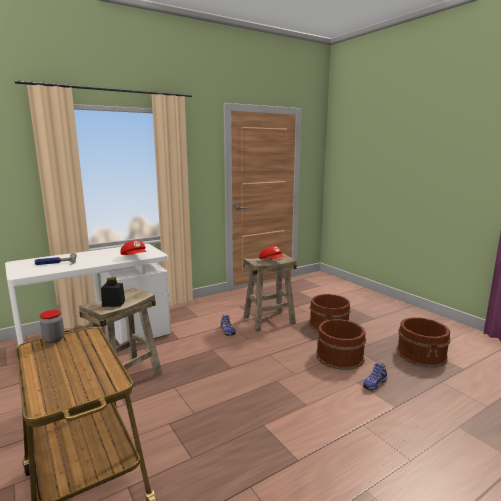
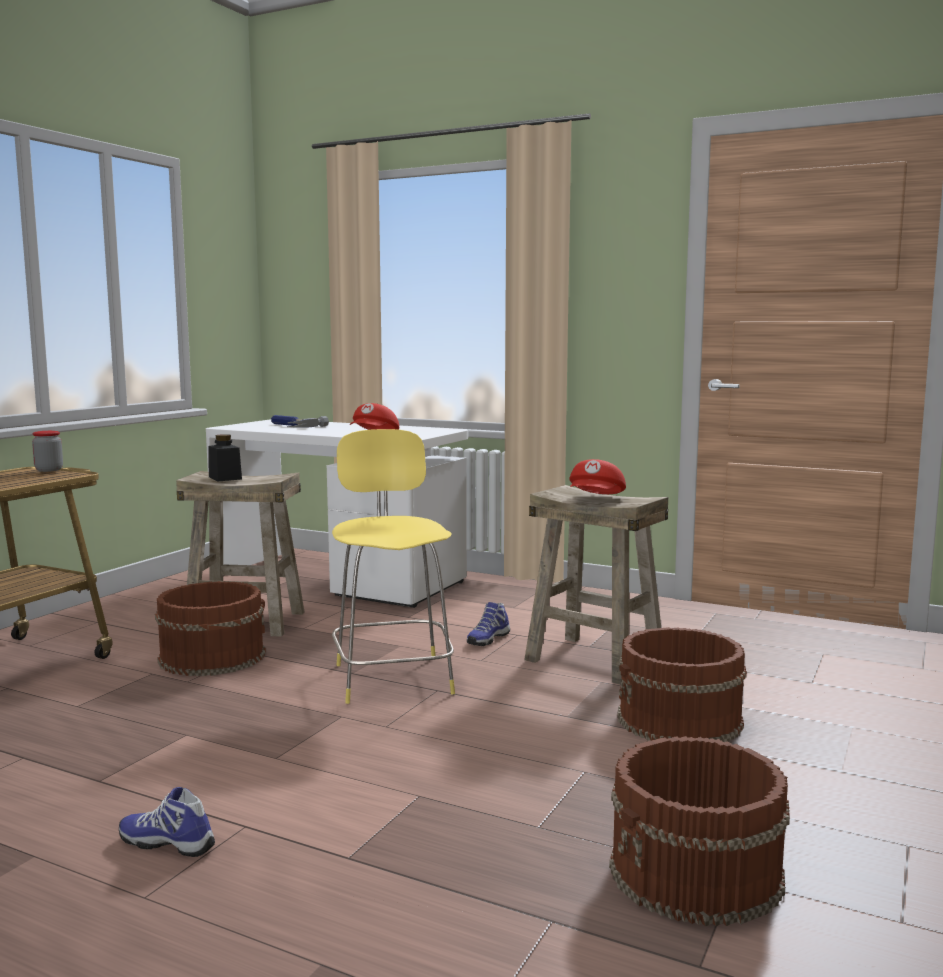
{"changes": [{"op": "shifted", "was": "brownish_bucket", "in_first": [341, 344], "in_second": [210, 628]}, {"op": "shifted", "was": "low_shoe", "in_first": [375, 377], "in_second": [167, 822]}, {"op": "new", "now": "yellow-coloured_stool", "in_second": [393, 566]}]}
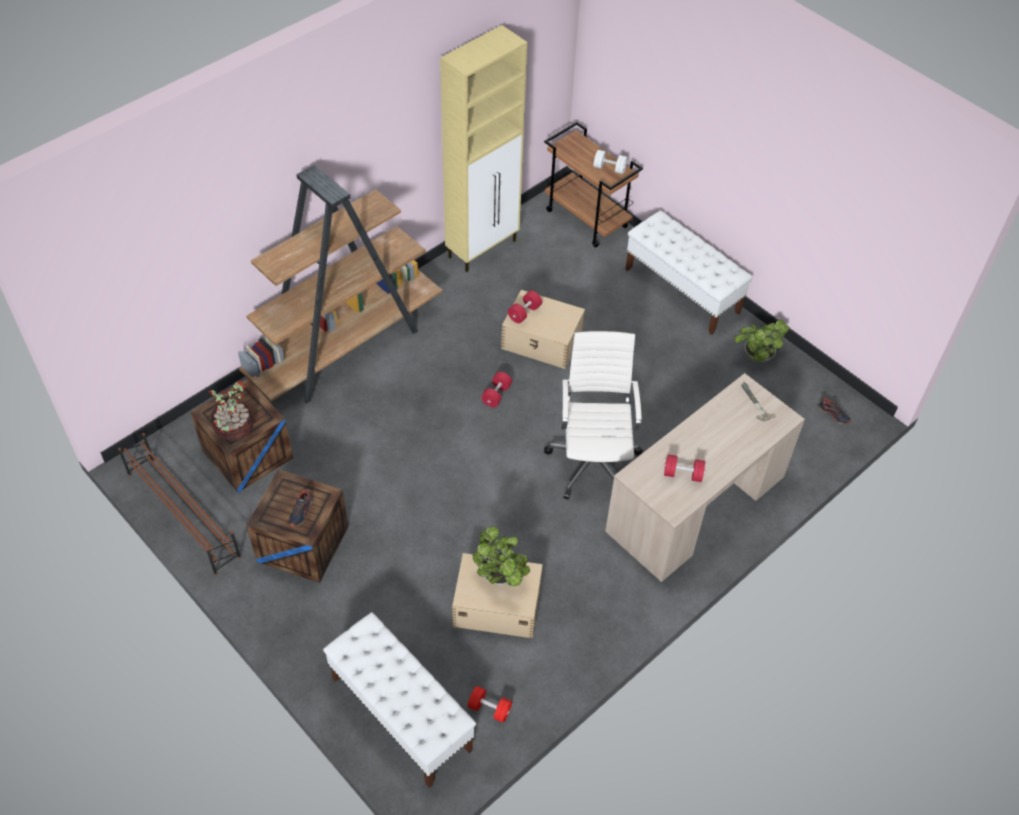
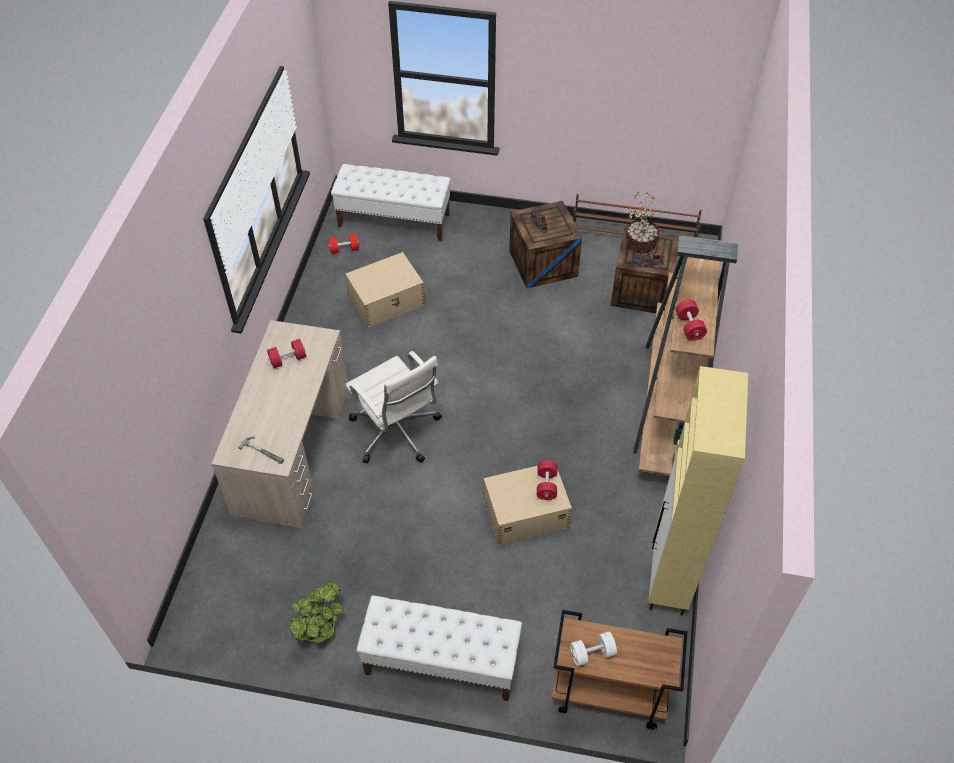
{"changes": [{"op": "shifted", "was": "red_free_weight", "in_first": [496, 389], "in_second": [691, 320]}, {"op": "shifted", "was": "low_shoe", "in_first": [834, 411], "in_second": [647, 260]}, {"op": "gone", "was": "potted_plant", "in_first": [501, 556]}]}
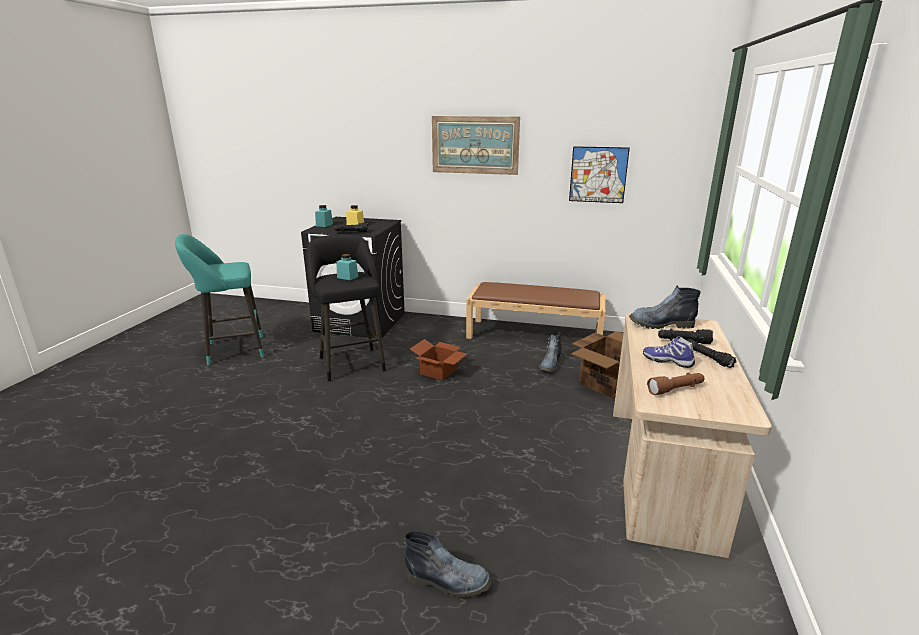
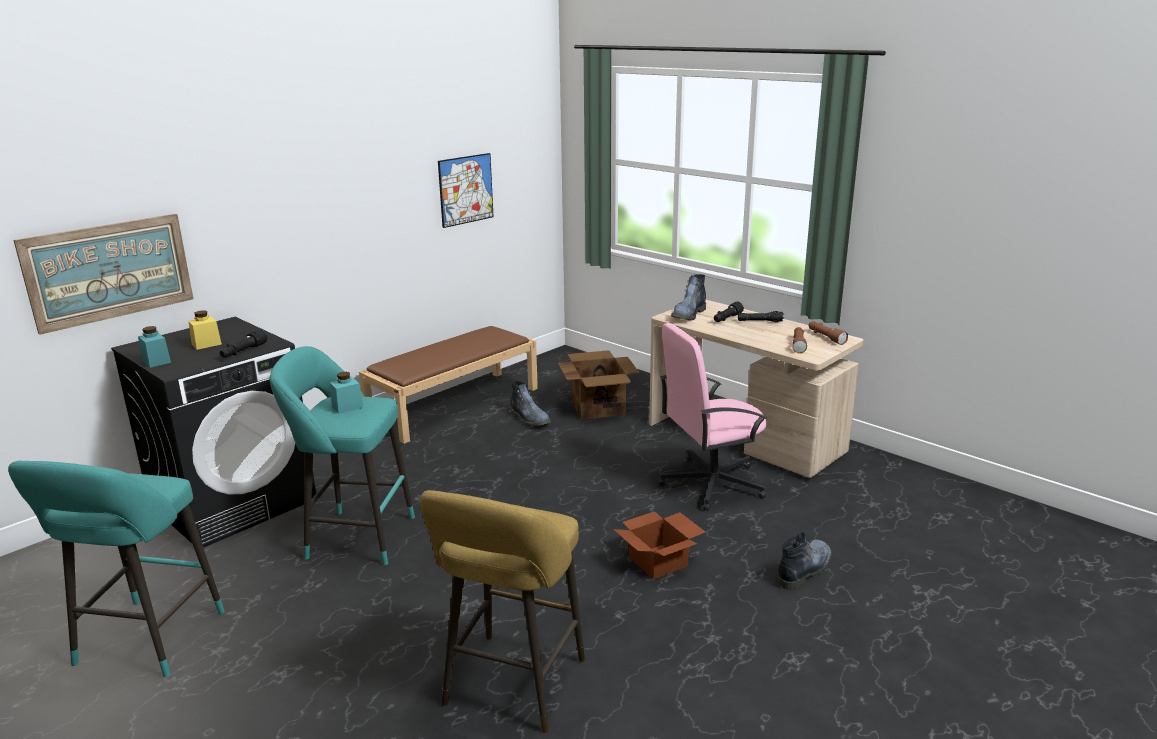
{"changes": [{"op": "shifted", "was": "picture", "in_first": [476, 145], "in_second": [103, 274]}, {"op": "repainted", "was": "black-coloured_stool", "now": "turquoise-coloured_stool", "in_first": [346, 307], "in_second": [342, 455]}, {"op": "gone", "was": "low_shoe", "in_first": [669, 352]}, {"op": "shifted", "was": "cardboard_box", "in_first": [438, 360], "in_second": [659, 545]}, {"op": "new", "now": "brownish_flashlight", "in_second": [828, 333]}, {"op": "new", "now": "pink_computer_chair", "in_second": [713, 417]}, {"op": "new", "now": "yellow-coloured_stool", "in_second": [502, 611]}]}
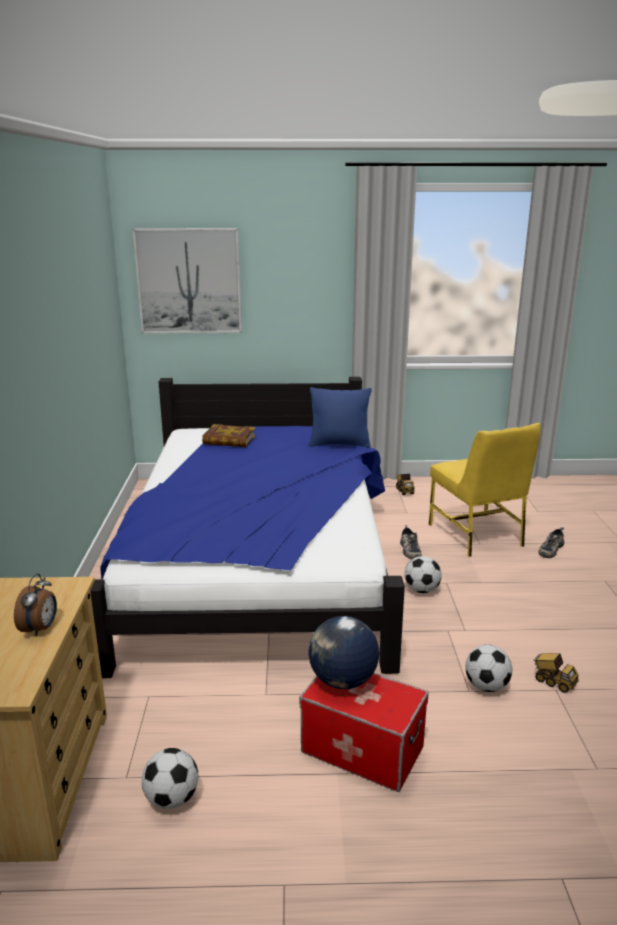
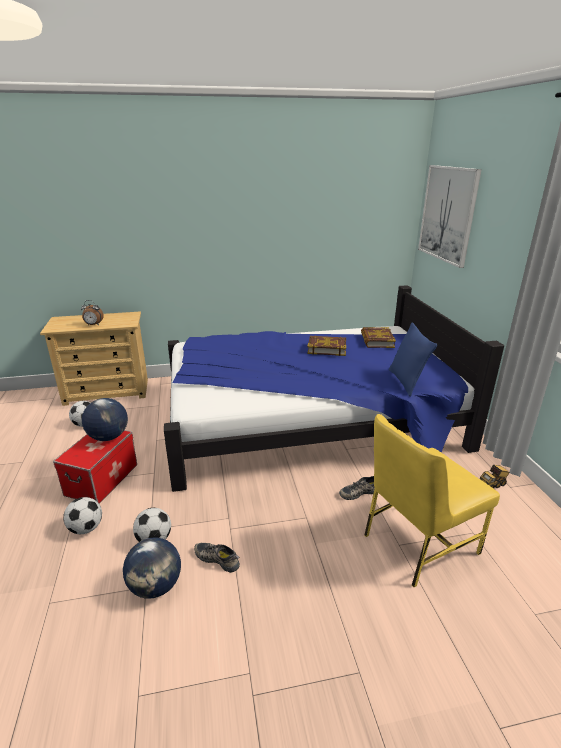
{"changes": [{"op": "shifted", "was": "low_shoe", "in_first": [551, 542], "in_second": [217, 558]}, {"op": "shifted", "was": "football_ball", "in_first": [423, 574], "in_second": [82, 515]}, {"op": "swapped", "was": "model_truck", "now": "globe", "in_first": [556, 673], "in_second": [152, 568]}, {"op": "new", "now": "volume", "in_second": [326, 346]}]}
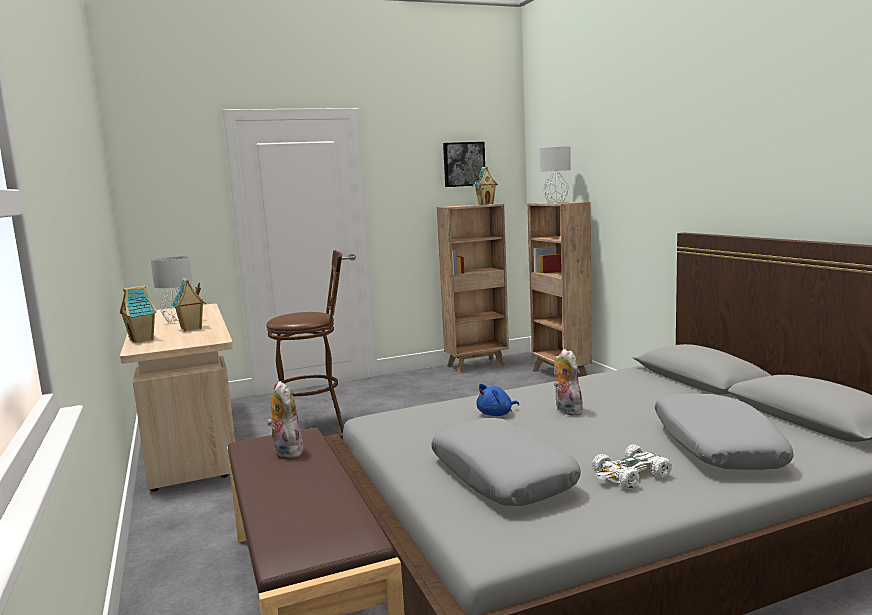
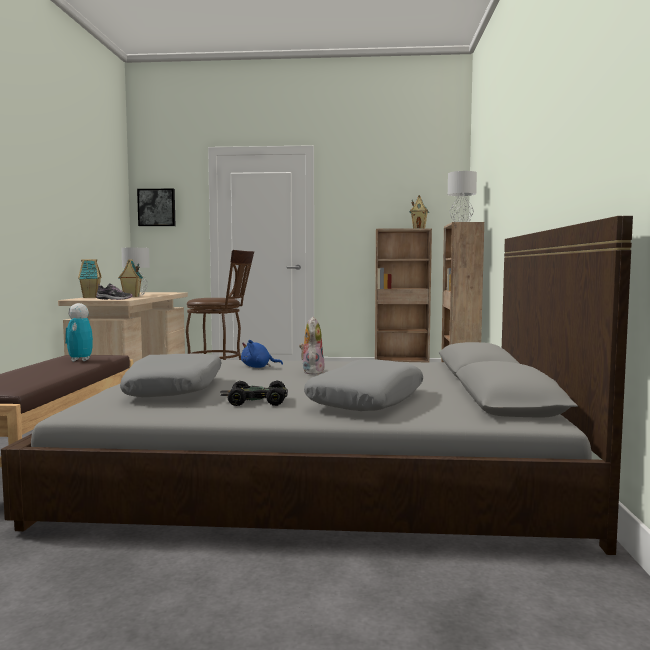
{"changes": [{"op": "shifted", "was": "picture", "in_first": [464, 164], "in_second": [156, 207]}, {"op": "swapped", "was": "soft_toy", "now": "toy_robot", "in_first": [285, 419], "in_second": [79, 332]}, {"op": "repainted", "was": "white-coloured_toy_car", "now": "black-coloured_toy_car", "in_first": [632, 466], "in_second": [254, 393]}, {"op": "new", "now": "low_shoe", "in_second": [114, 291]}]}
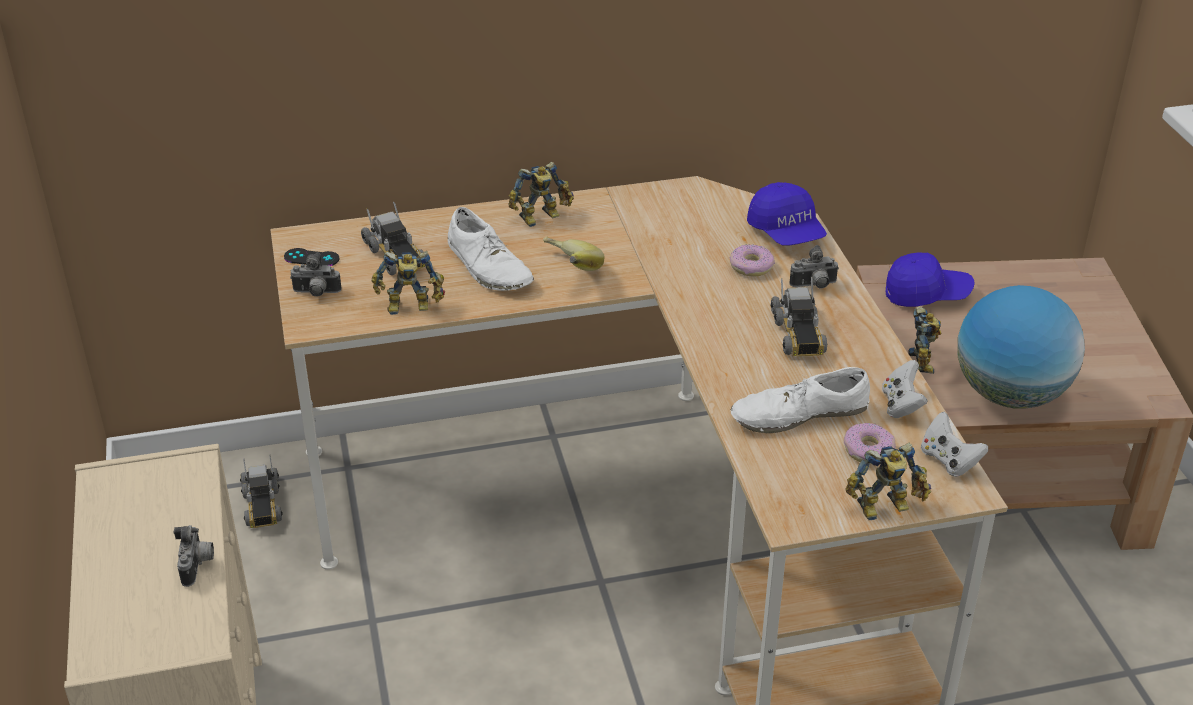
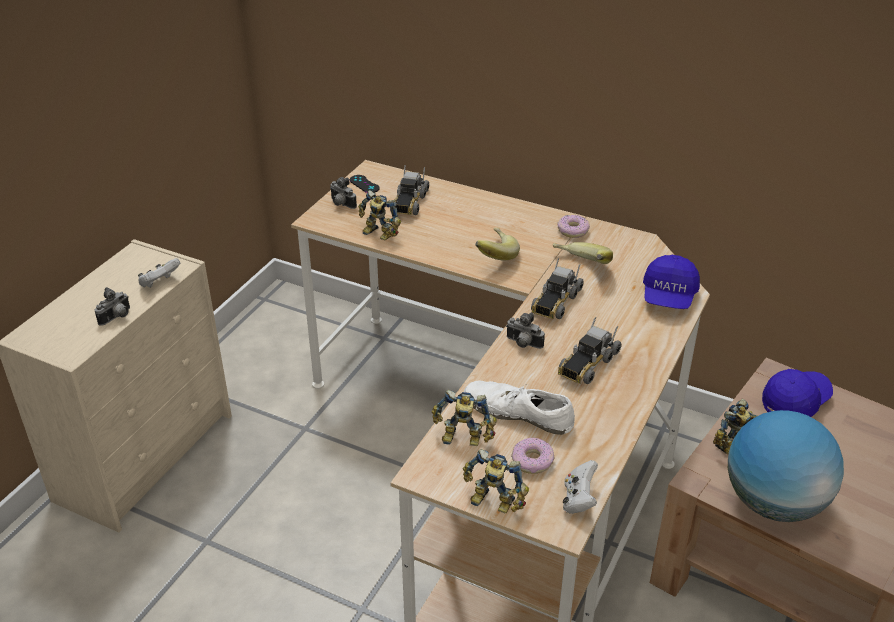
{"changes": [{"op": "shifted", "was": "toy_robot", "in_first": [541, 194], "in_second": [464, 418]}, {"op": "gone", "was": "white-coloured_low_shoe", "in_first": [491, 249]}, {"op": "shifted", "was": "ring_doughnut", "in_first": [752, 260], "in_second": [573, 226]}, {"op": "shifted", "was": "photo_camera", "in_first": [814, 267], "in_second": [525, 331]}, {"op": "rotated", "was": "bluish_peaked_cap", "in_first": [930, 280], "in_second": [797, 393], "clockwise": -75}, {"op": "shifted", "was": "white-coloured_game_controller", "in_first": [905, 389], "in_second": [159, 273]}, {"op": "shifted", "was": "model_truck", "in_first": [261, 491], "in_second": [557, 288]}, {"op": "new", "now": "whole_banana", "in_second": [582, 253]}]}
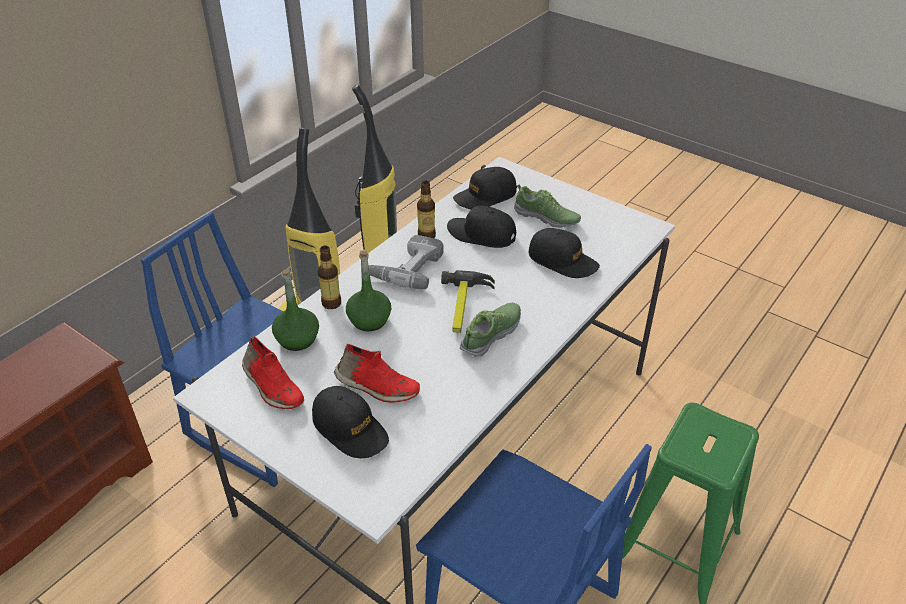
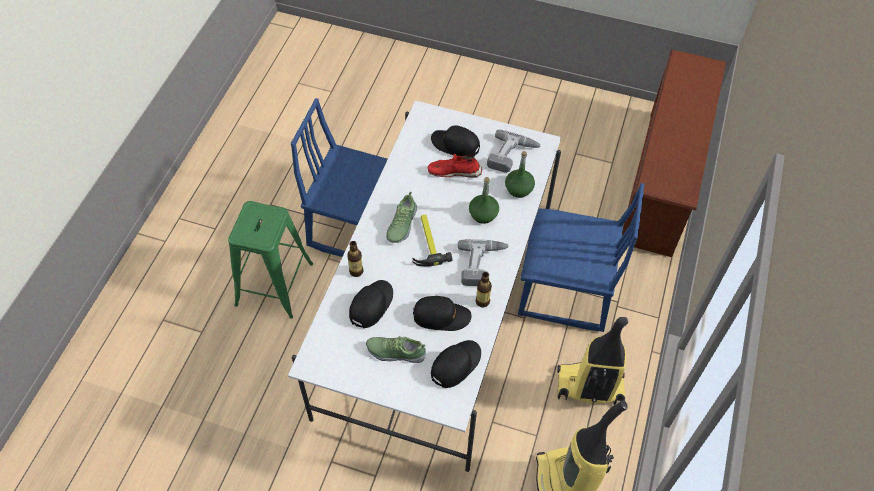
{"changes": [{"op": "rotated", "was": "black-coloured_peaked_cap", "in_first": [564, 253], "in_second": [371, 304], "clockwise": 105}, {"op": "shifted", "was": "drink_bottle", "in_first": [329, 277], "in_second": [355, 259]}, {"op": "swapped", "was": "red_low_shoe", "now": "electric_drill", "in_first": [273, 372], "in_second": [514, 151]}]}
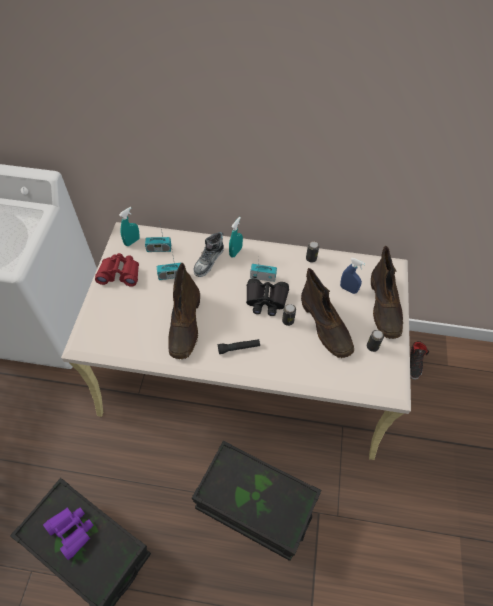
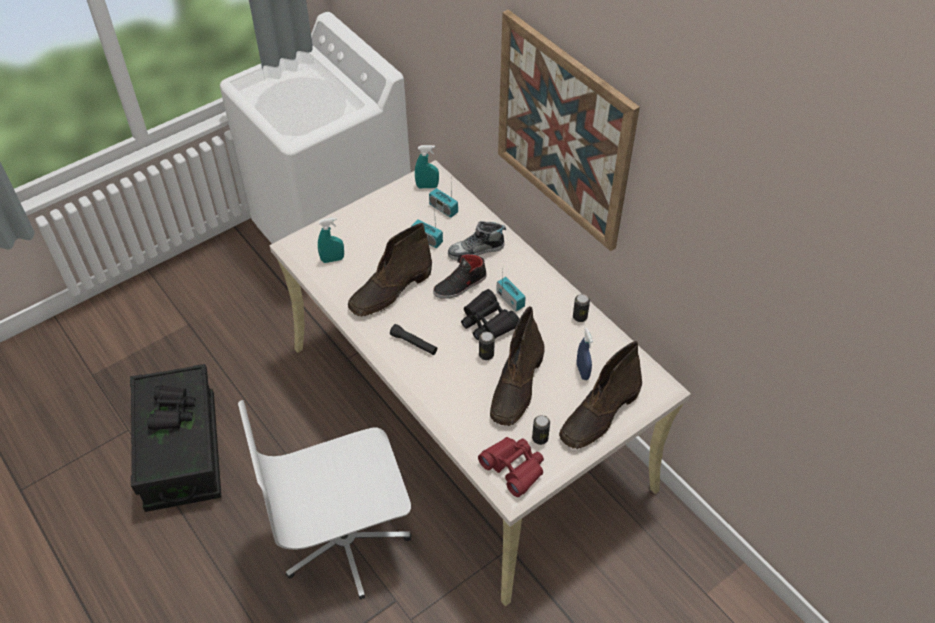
{"changes": [{"op": "shifted", "was": "turquoise-coloured_hand_sprayer", "in_first": [236, 237], "in_second": [331, 240]}, {"op": "shifted", "was": "red_pair_of_binoculars", "in_first": [117, 270], "in_second": [511, 467]}, {"op": "shifted", "was": "black-coloured_low_shoe", "in_first": [419, 360], "in_second": [459, 276]}, {"op": "swapped", "was": "black-coloured_storage_box", "now": "white-coloured_computer_chair", "in_first": [257, 500], "in_second": [324, 500]}, {"op": "repainted", "was": "purple-coloured_pair_of_binoculars", "now": "black-coloured_pair_of_binoculars", "in_first": [68, 534], "in_second": [172, 407]}, {"op": "new", "now": "picture", "in_second": [569, 130]}]}
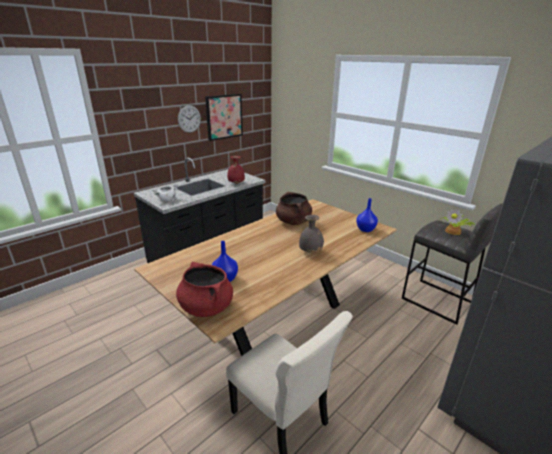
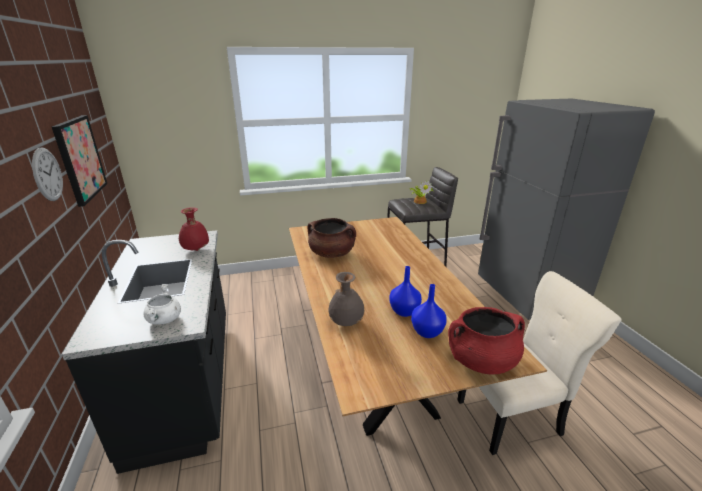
{"changes": [{"op": "shifted", "was": "bluish_vase", "in_first": [367, 215], "in_second": [405, 291]}, {"op": "shifted", "was": "grey_vase", "in_first": [311, 234], "in_second": [346, 299]}]}
